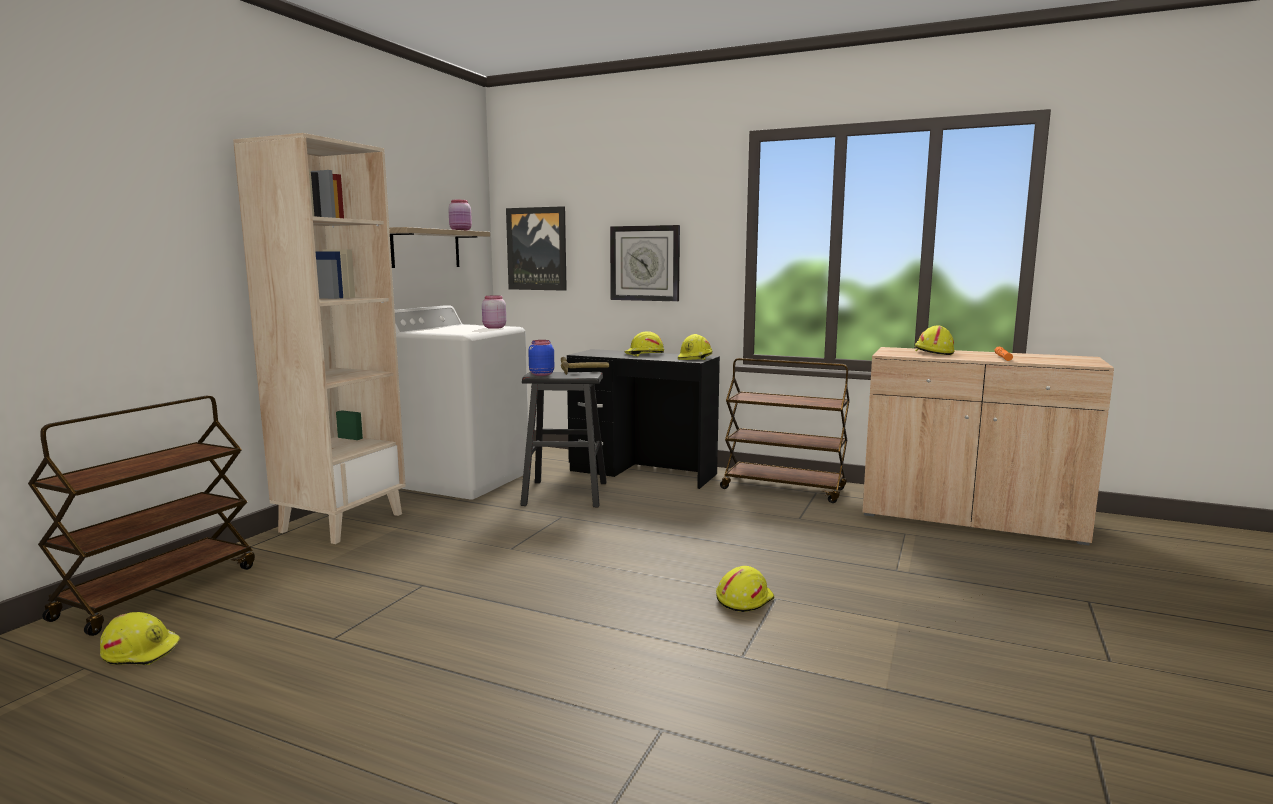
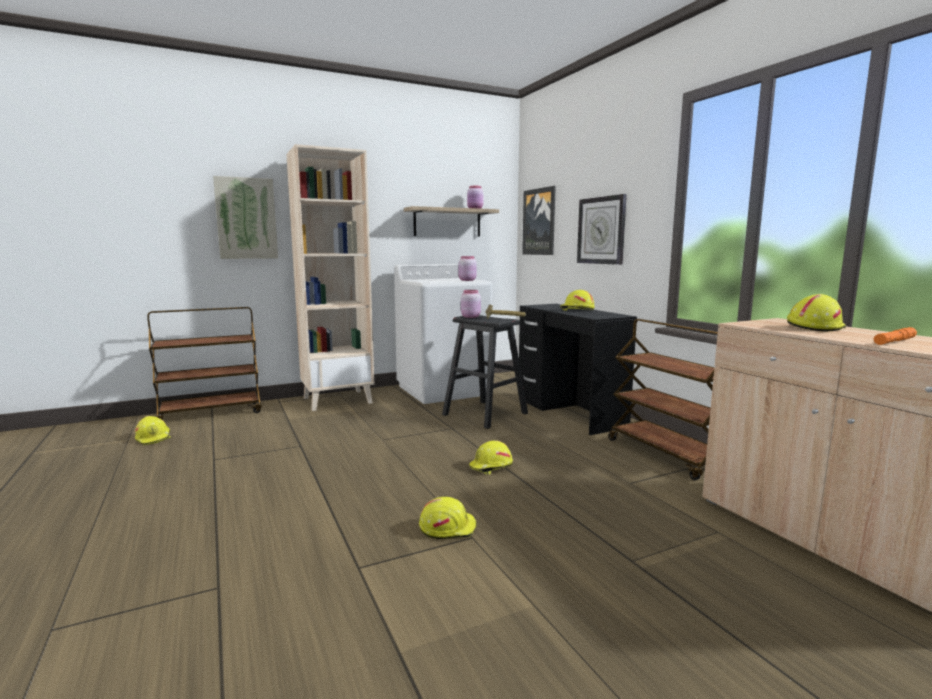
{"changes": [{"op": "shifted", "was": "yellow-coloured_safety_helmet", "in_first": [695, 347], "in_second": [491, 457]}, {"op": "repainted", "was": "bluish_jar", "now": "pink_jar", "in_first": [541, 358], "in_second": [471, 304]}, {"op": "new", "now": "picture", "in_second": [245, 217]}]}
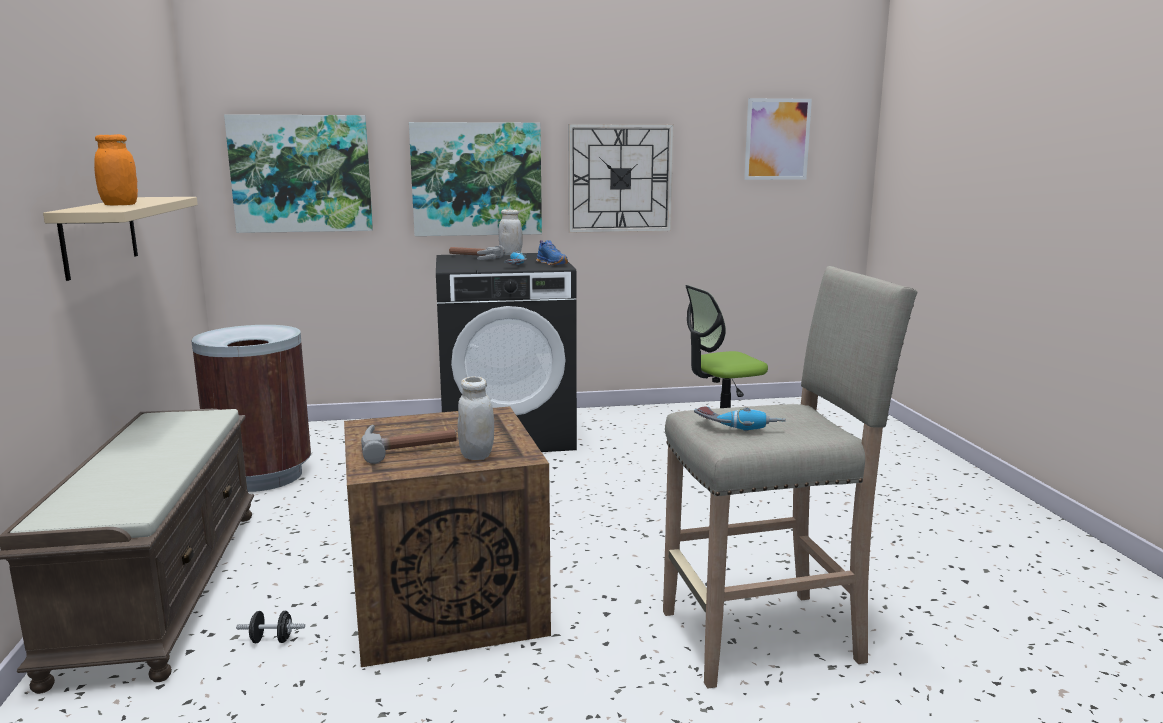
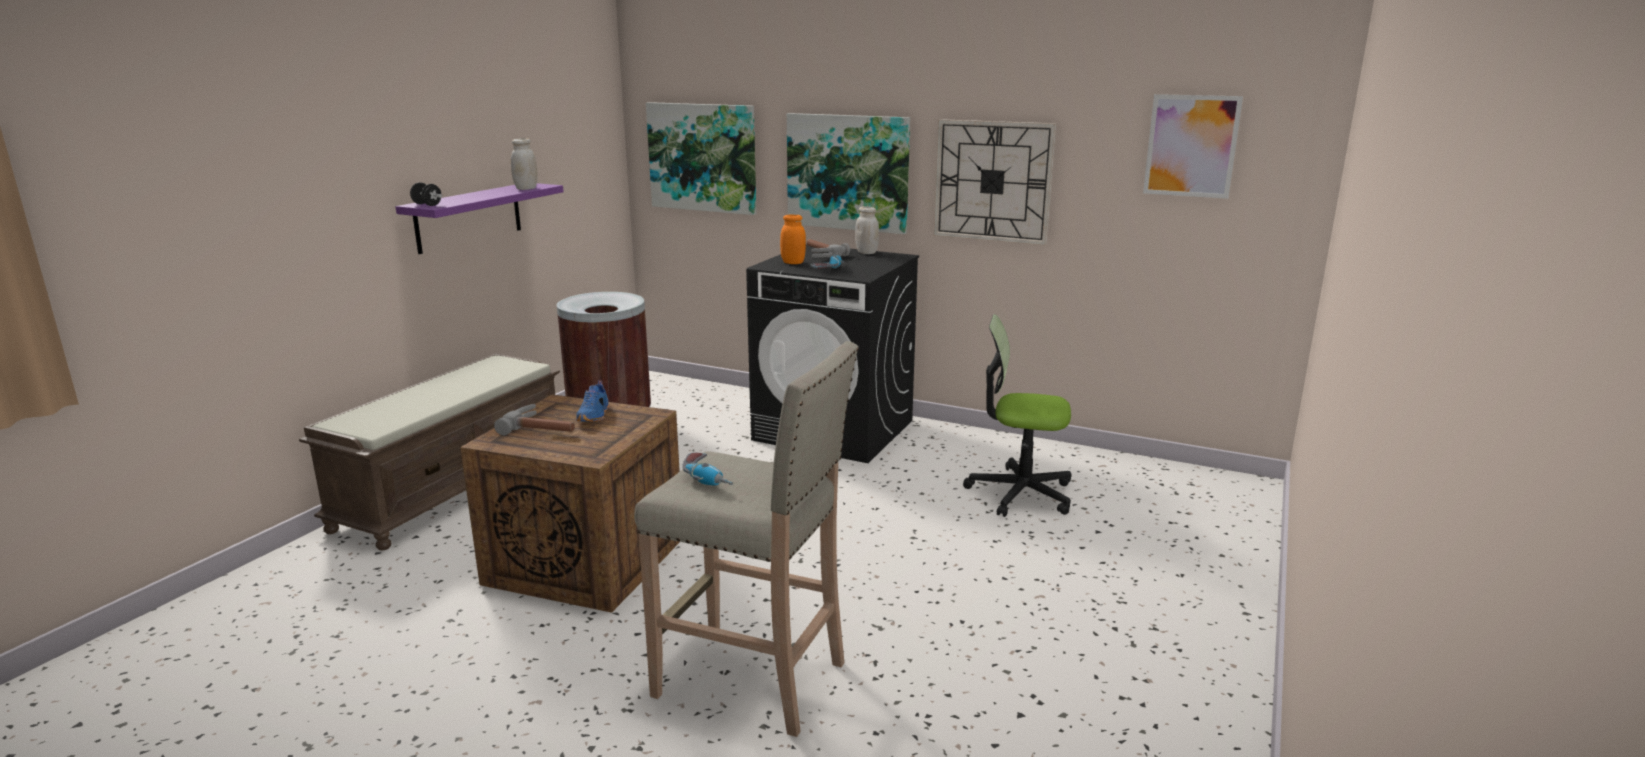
{"changes": [{"op": "shifted", "was": "orangey_jar", "in_first": [116, 169], "in_second": [793, 239]}, {"op": "repainted", "was": "beige_bracket_shelf", "now": "purple-coloured_bracket_shelf", "in_first": [120, 239], "in_second": [479, 218]}, {"op": "shifted", "was": "bluish_low_shoe", "in_first": [552, 252], "in_second": [592, 401]}, {"op": "shifted", "was": "white-coloured_jar", "in_first": [476, 418], "in_second": [524, 164]}, {"op": "shifted", "was": "black-coloured_free_weight", "in_first": [270, 627], "in_second": [426, 194]}]}
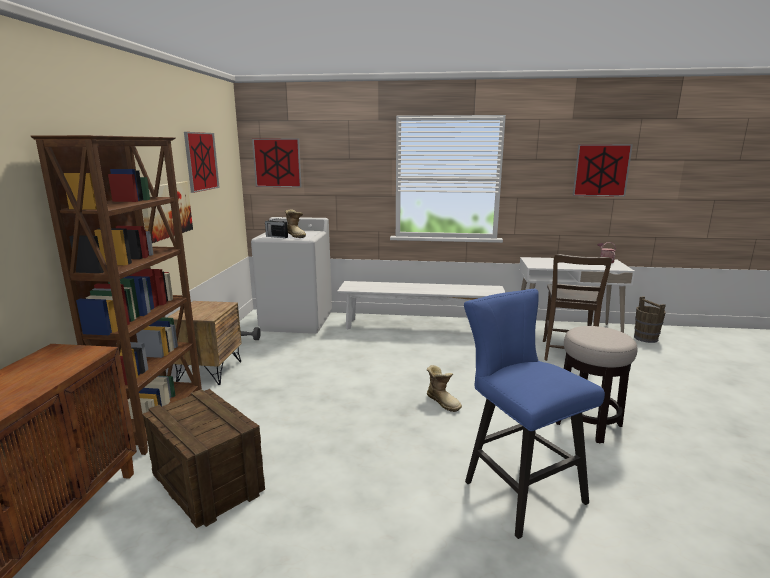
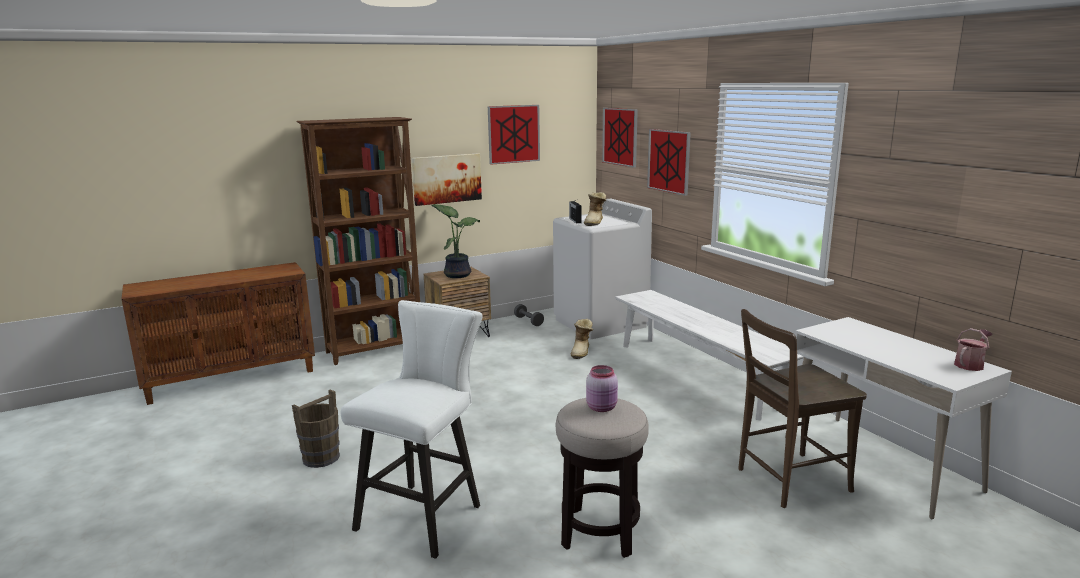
{"changes": [{"op": "shifted", "was": "picture", "in_first": [603, 170], "in_second": [669, 162]}, {"op": "repainted", "was": "bluish_stool", "now": "white-coloured_stool", "in_first": [534, 414], "in_second": [412, 429]}, {"op": "shifted", "was": "brownish_bucket", "in_first": [650, 319], "in_second": [316, 428]}, {"op": "shifted", "was": "tall_boot", "in_first": [444, 388], "in_second": [582, 339]}, {"op": "gone", "was": "crate", "in_first": [203, 458]}, {"op": "new", "now": "potted_plant", "in_second": [455, 241]}, {"op": "new", "now": "pink_jar", "in_second": [602, 388]}]}
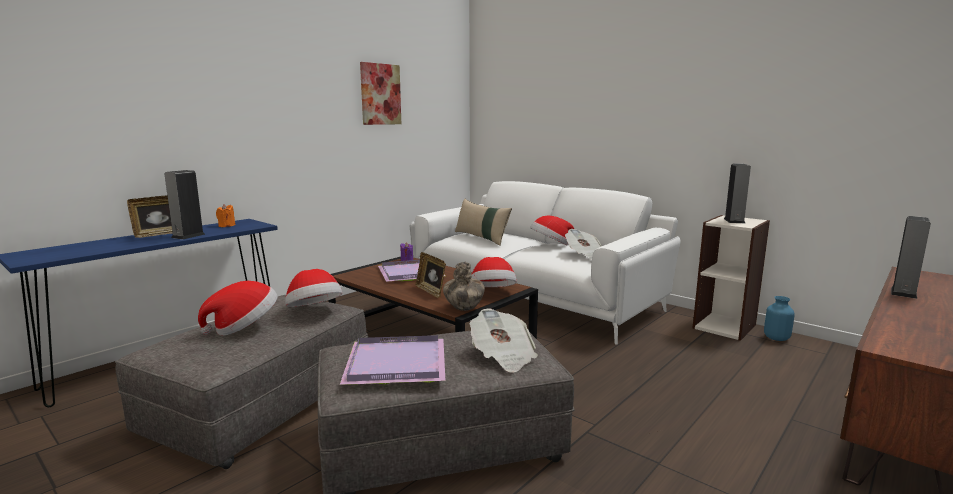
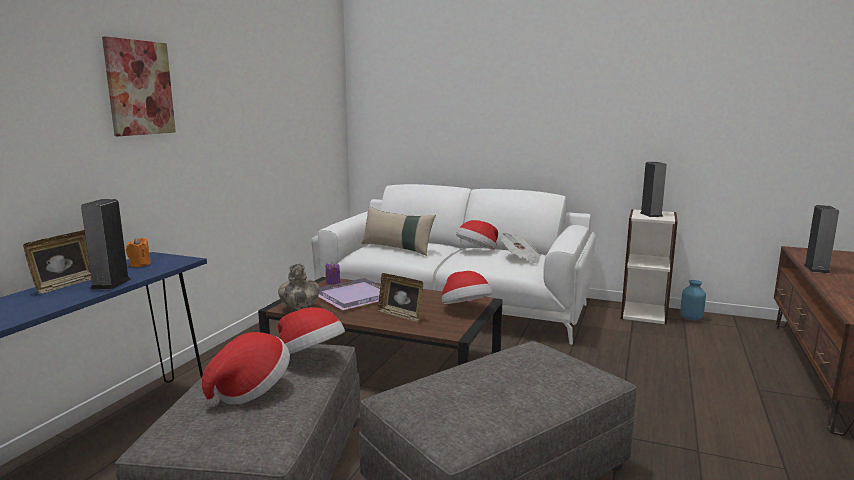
{"changes": [{"op": "shifted", "was": "picture", "in_first": [380, 93], "in_second": [139, 86]}, {"op": "shifted", "was": "vase", "in_first": [464, 286], "in_second": [299, 287]}, {"op": "gone", "was": "newspaper", "in_first": [504, 341]}, {"op": "gone", "was": "purple-coloured_serving_tray", "in_first": [393, 360]}]}
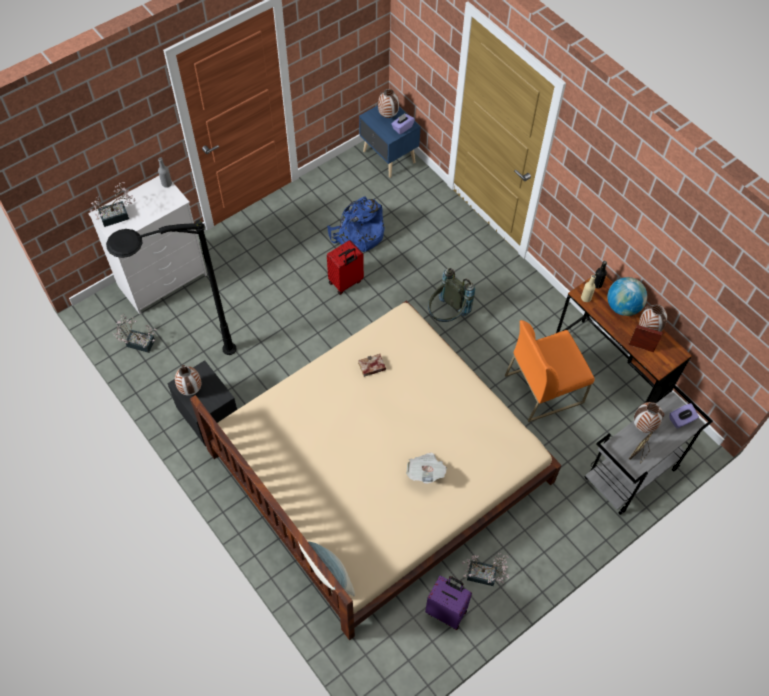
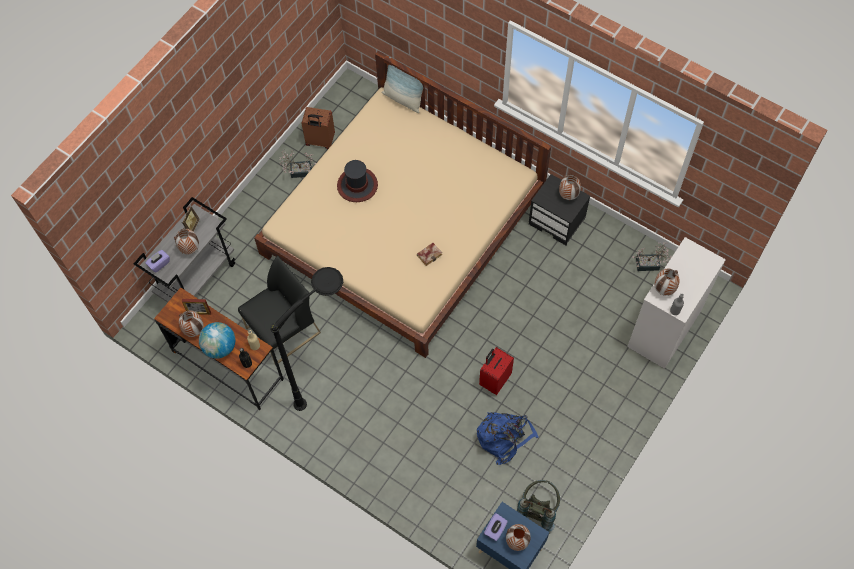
{"changes": [{"op": "gone", "was": "potted_plant", "in_first": [112, 204]}, {"op": "shifted", "was": "black-coloured_floor_lamp", "in_first": [171, 287], "in_second": [306, 339]}, {"op": "shifted", "was": "grey_rucksack", "in_first": [451, 295], "in_second": [538, 506]}, {"op": "repainted", "was": "orangey_plain_chair", "now": "black-coloured_plain_chair", "in_first": [550, 371], "in_second": [279, 310]}, {"op": "swapped", "was": "newspaper", "now": "wearable_hat", "in_first": [426, 468], "in_second": [357, 181]}, {"op": "repainted", "was": "purple-coloured_piece_of_luggage", "now": "brownish_piece_of_luggage", "in_first": [448, 603], "in_second": [318, 128]}, {"op": "new", "now": "vase", "in_second": [667, 282]}]}
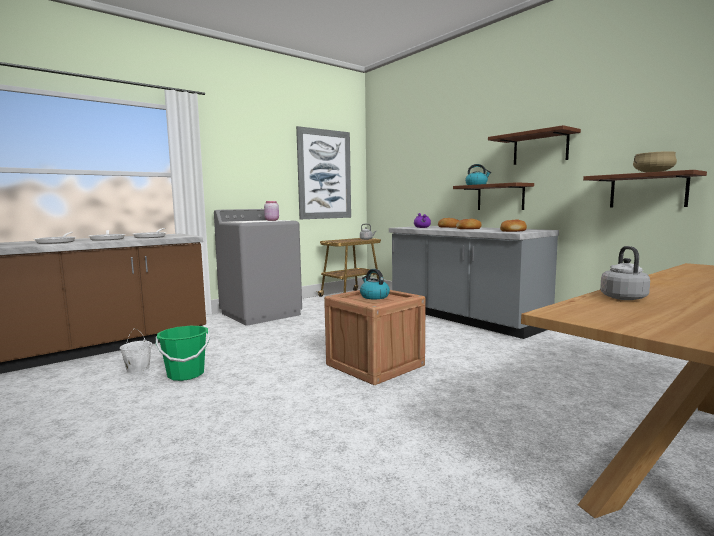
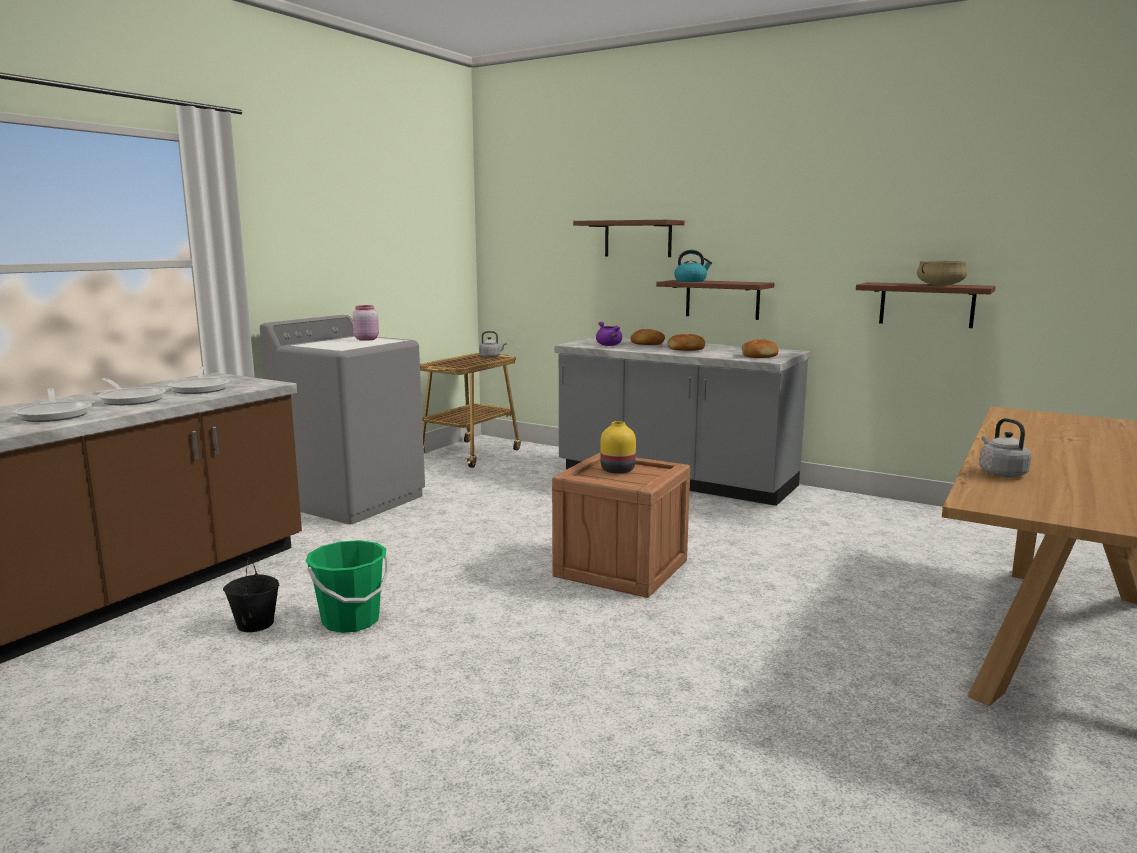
{"changes": [{"op": "shifted", "was": "brownish_bracket_shelf", "in_first": [534, 145], "in_second": [629, 238]}, {"op": "gone", "was": "picture", "in_first": [323, 172]}, {"op": "swapped", "was": "water_kettle", "now": "yellow-coloured_vase", "in_first": [375, 284], "in_second": [618, 447]}, {"op": "repainted", "was": "white-coloured_bucket", "now": "black-coloured_bucket", "in_first": [136, 351], "in_second": [251, 594]}]}
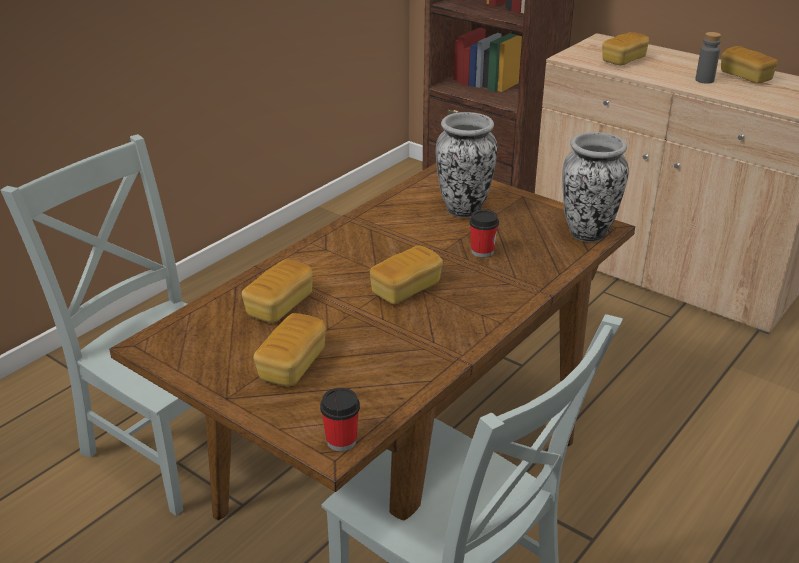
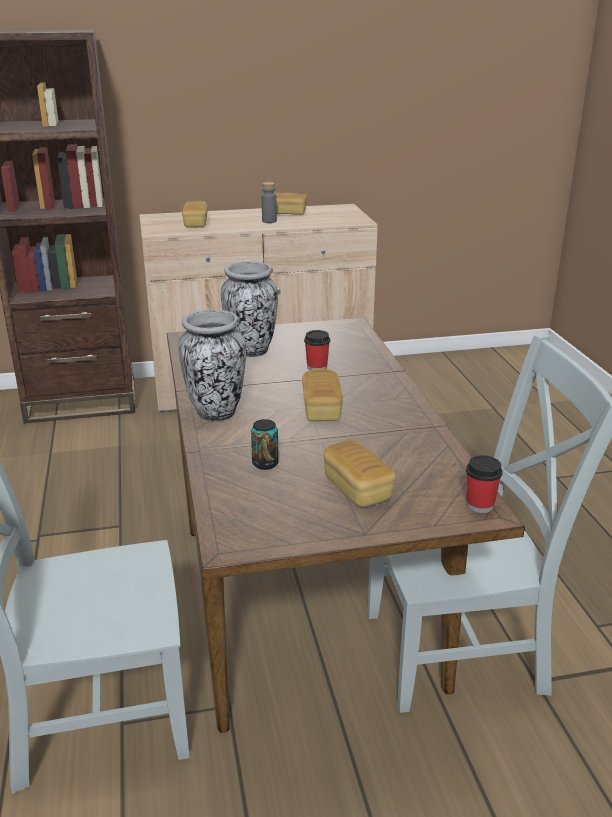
{"changes": [{"op": "shifted", "was": "vase", "in_first": [595, 187], "in_second": [212, 365]}, {"op": "swapped", "was": "bread", "now": "can", "in_first": [277, 291], "in_second": [265, 444]}]}
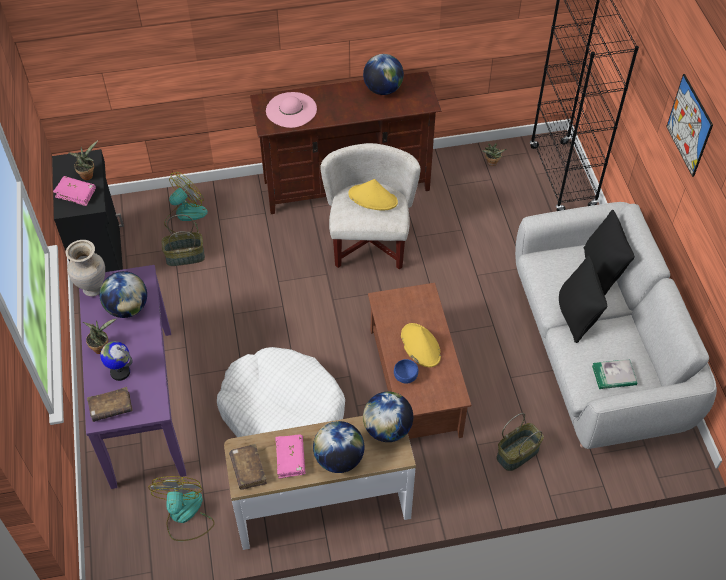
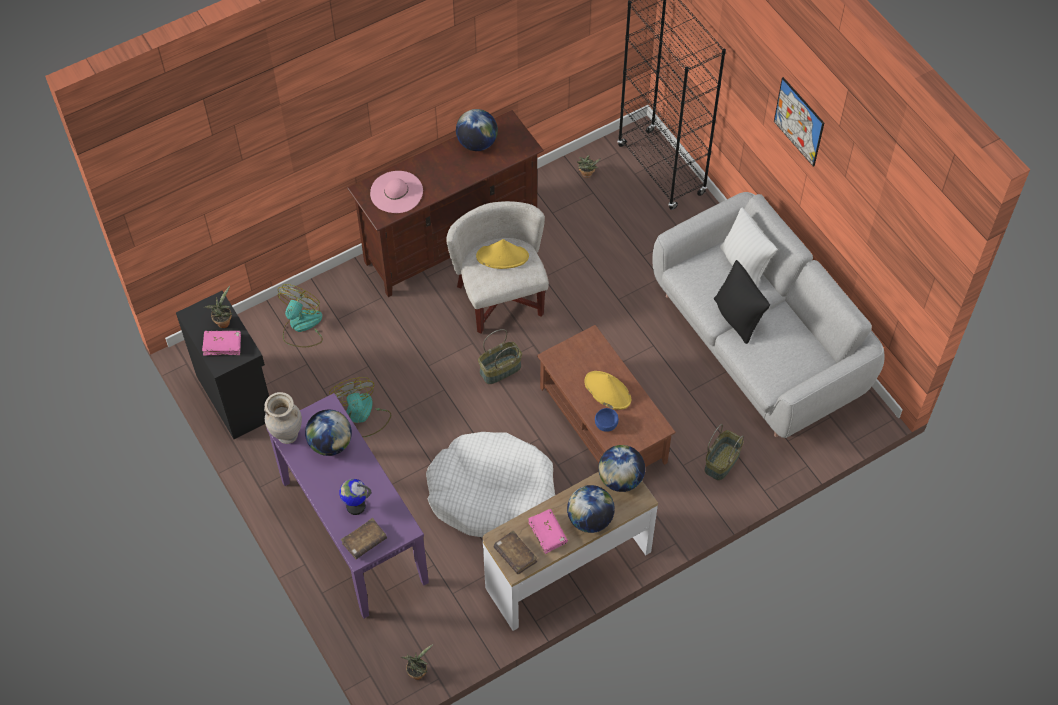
{"changes": [{"op": "repainted", "was": "black-coloured_pillow", "now": "white-coloured_pillow", "in_first": [609, 252], "in_second": [748, 246]}, {"op": "shifted", "was": "basket", "in_first": [183, 240], "in_second": [500, 356]}, {"op": "shifted", "was": "potted_plant", "in_first": [100, 336], "in_second": [417, 662]}, {"op": "gone", "was": "volume", "in_first": [614, 374]}, {"op": "shifted", "was": "cooling_fan", "in_first": [181, 508], "in_second": [360, 407]}]}
